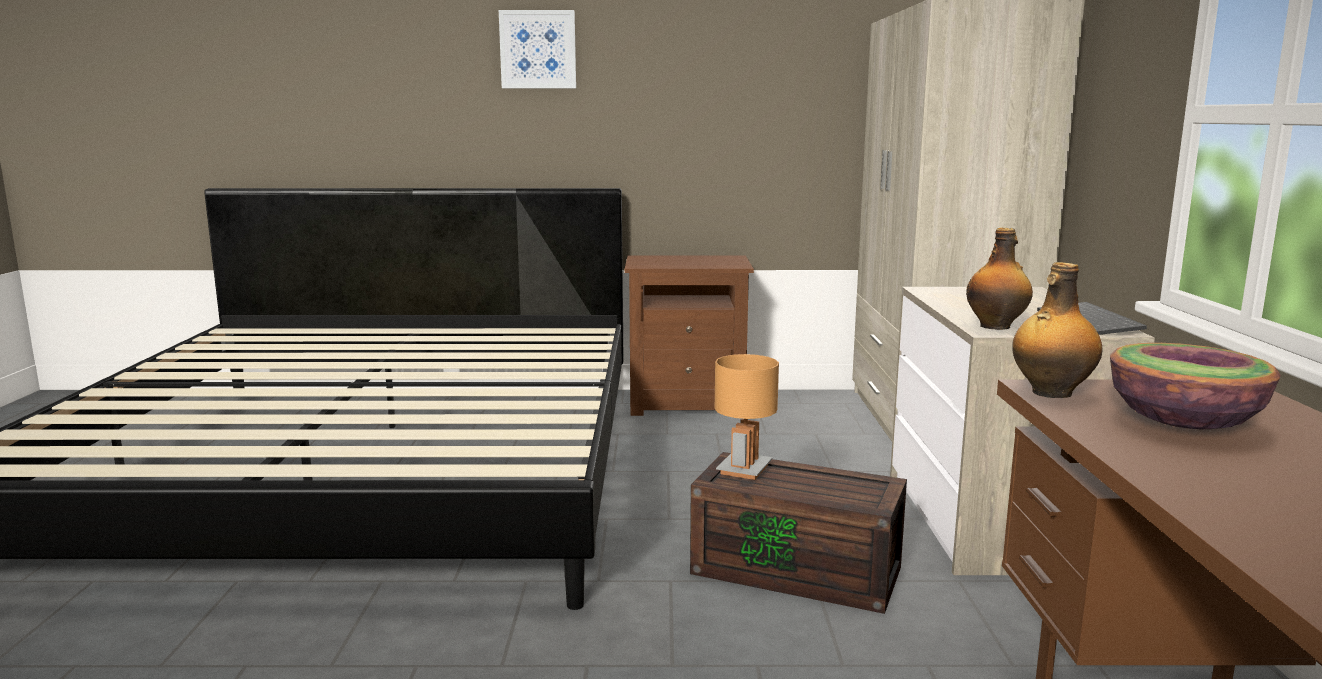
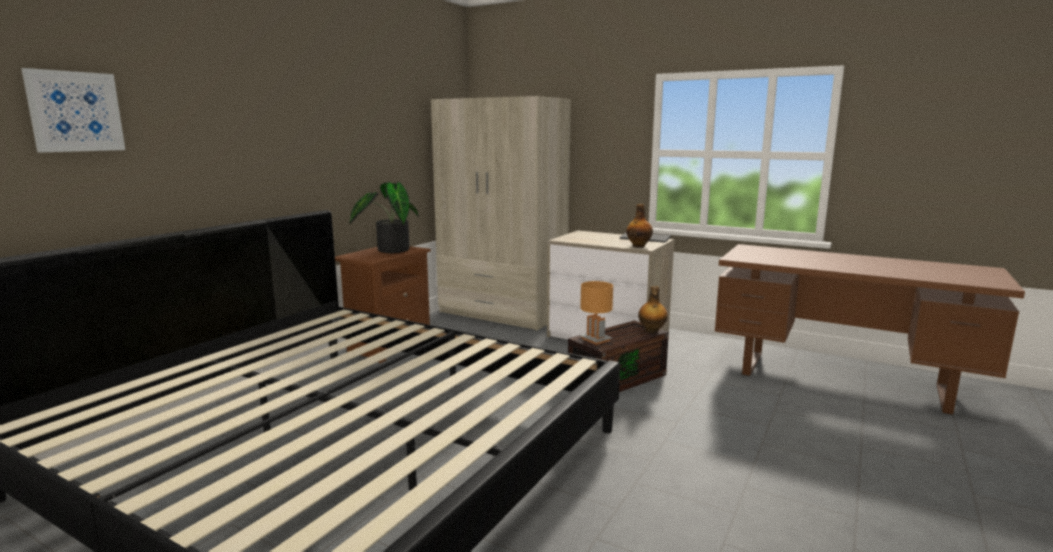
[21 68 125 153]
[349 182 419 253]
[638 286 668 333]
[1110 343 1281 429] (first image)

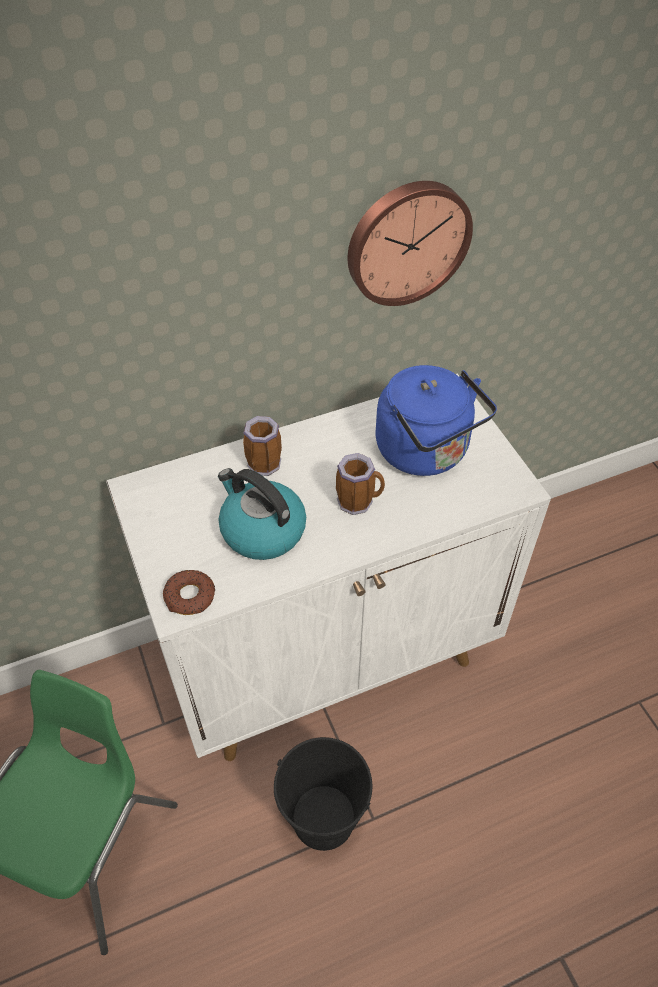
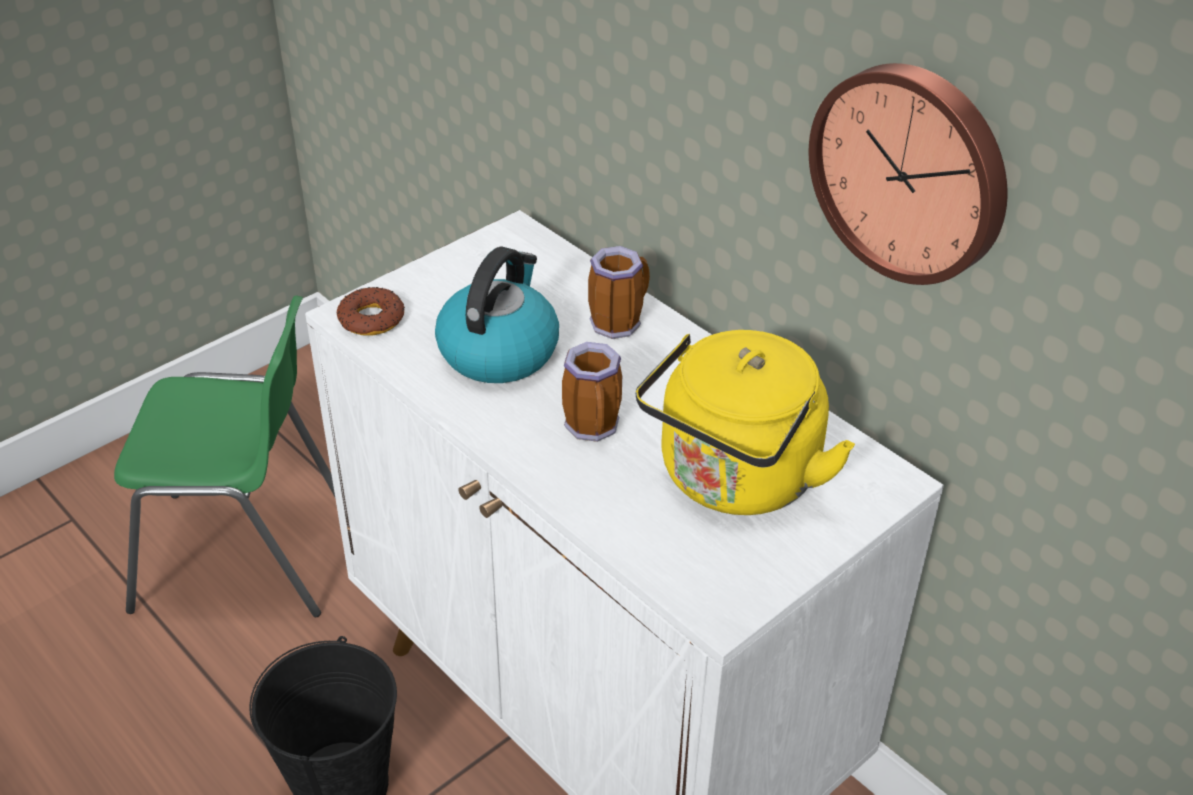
[636 330 855 515]

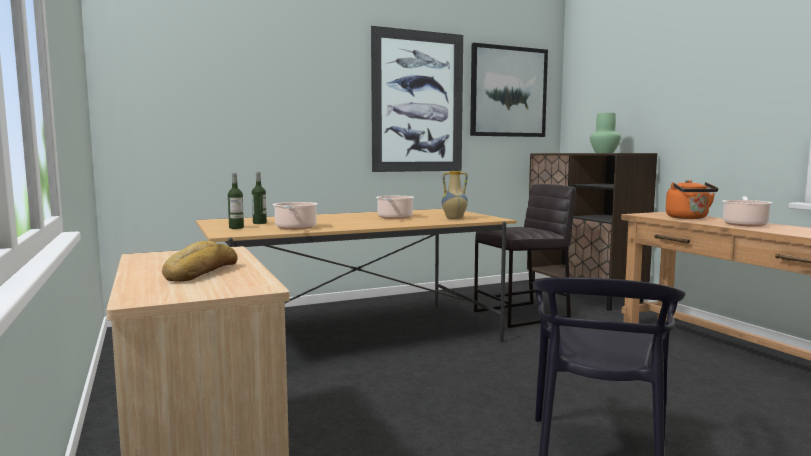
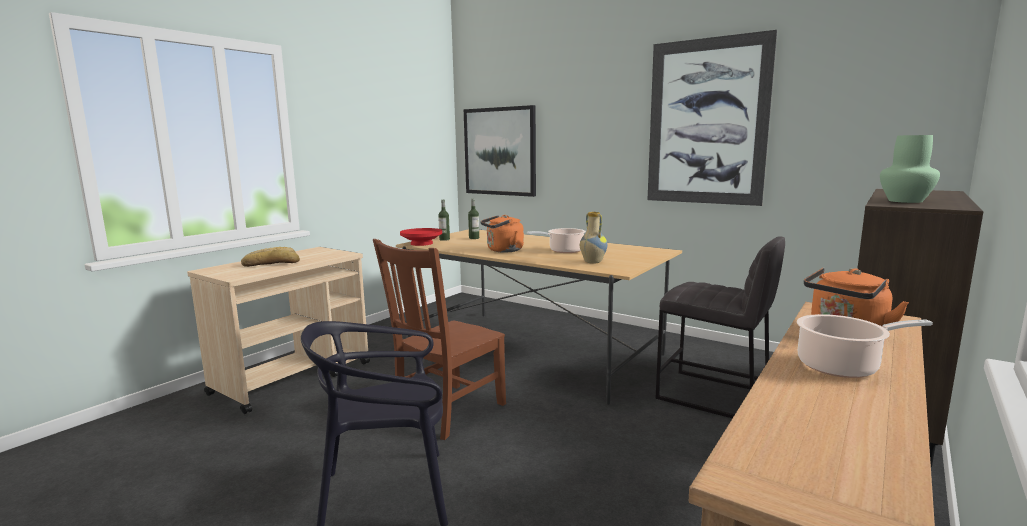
[373 239 506 440]
[400 228 442 246]
[464 105 536 197]
[480 215 524 253]
[272 202 318 230] (first image)

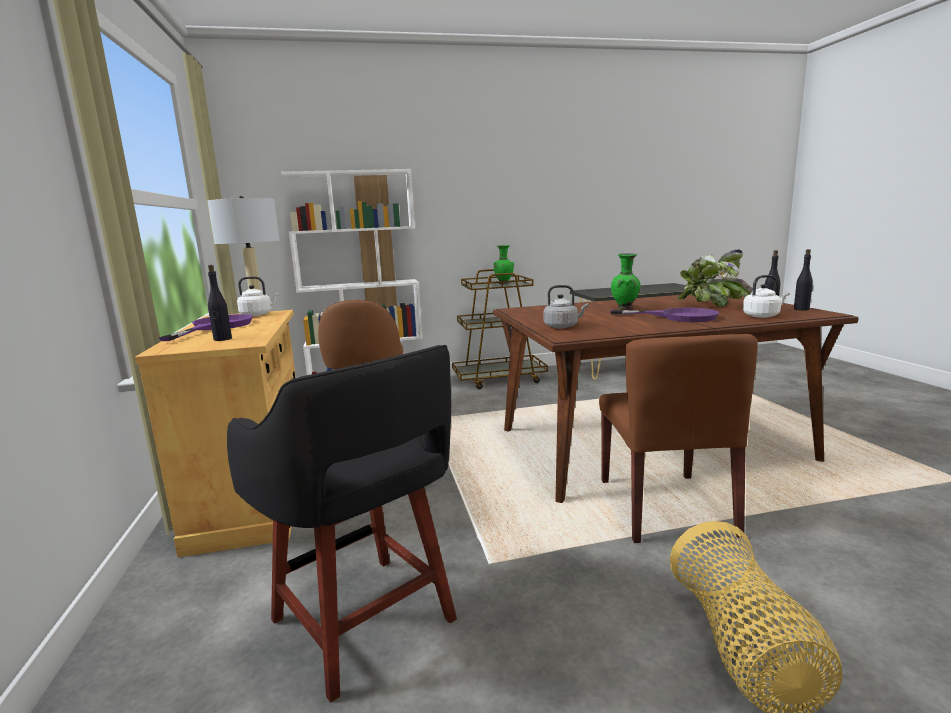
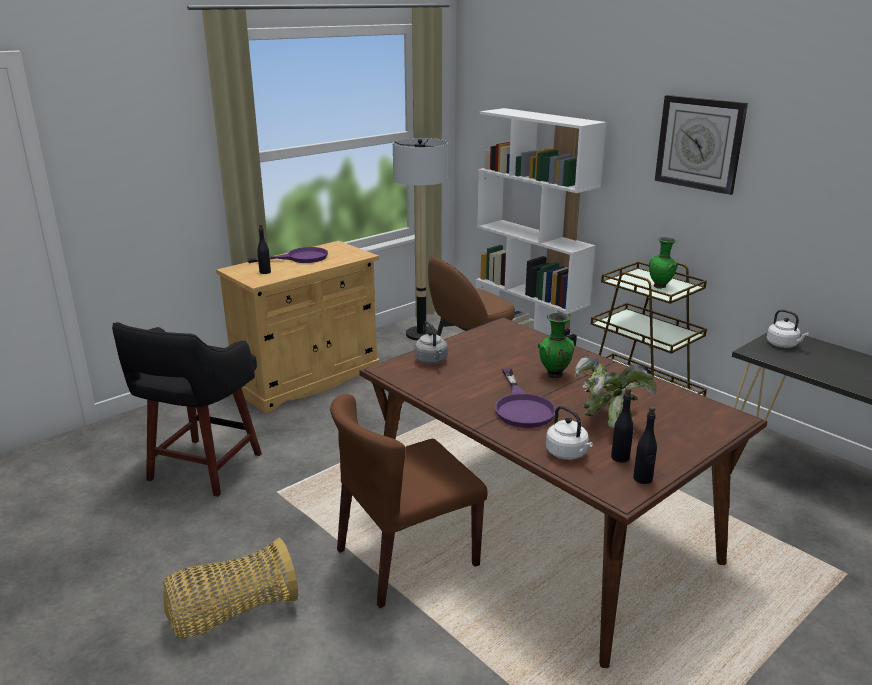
[655 95 748 195]
[767 309 809 348]

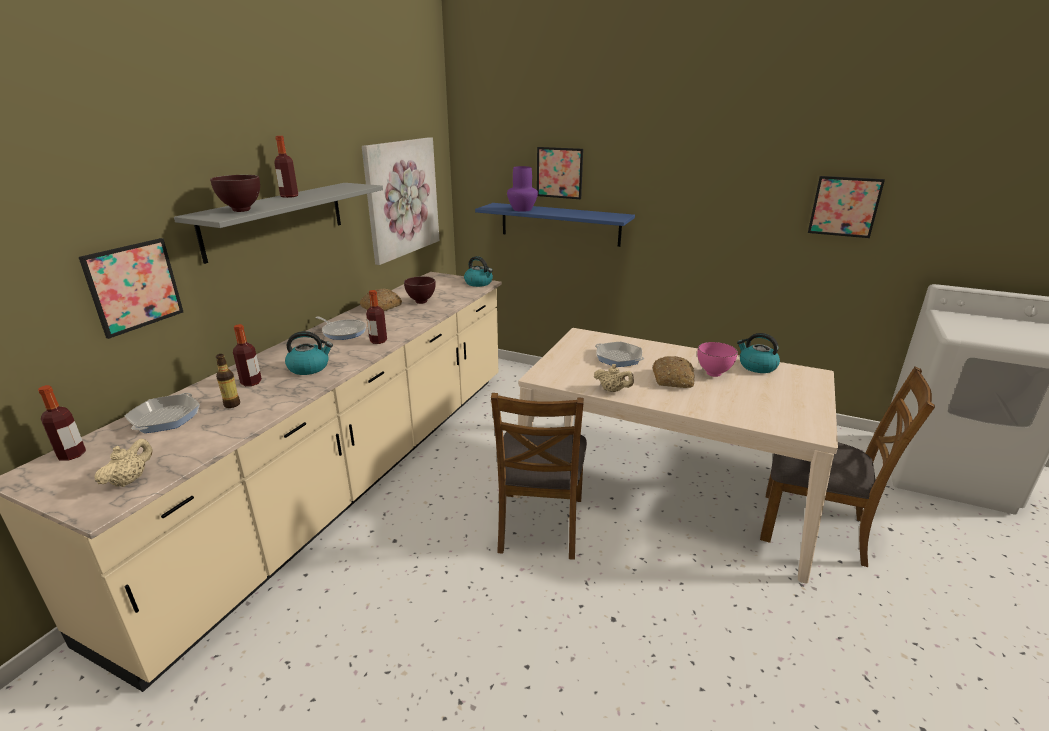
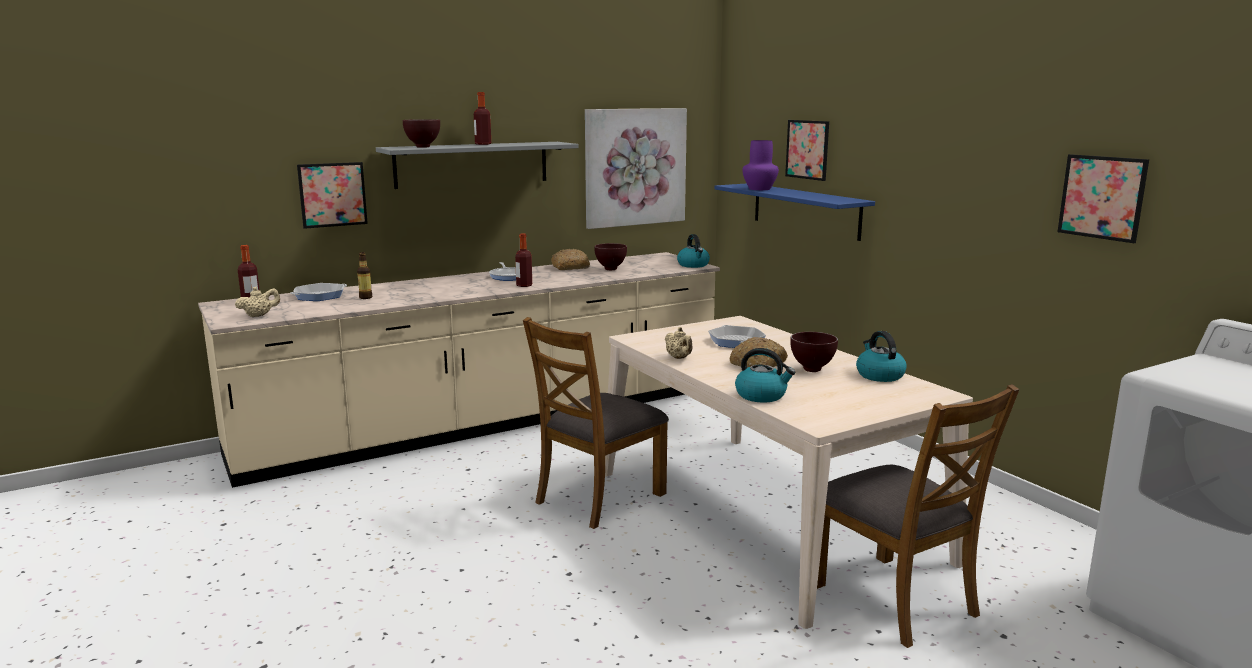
[735 348 796 402]
[790 332 838 372]
[233 324 262 386] (first image)

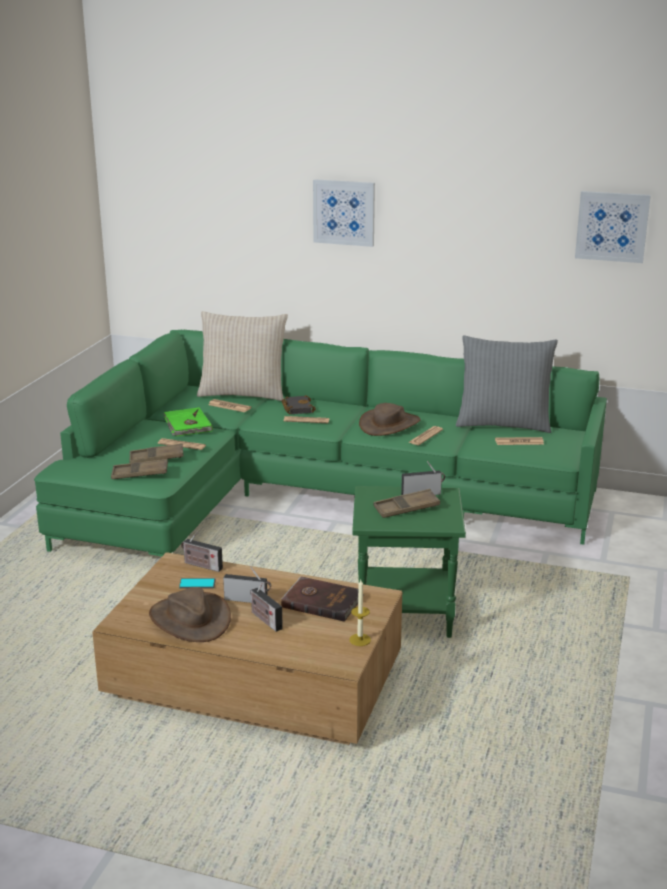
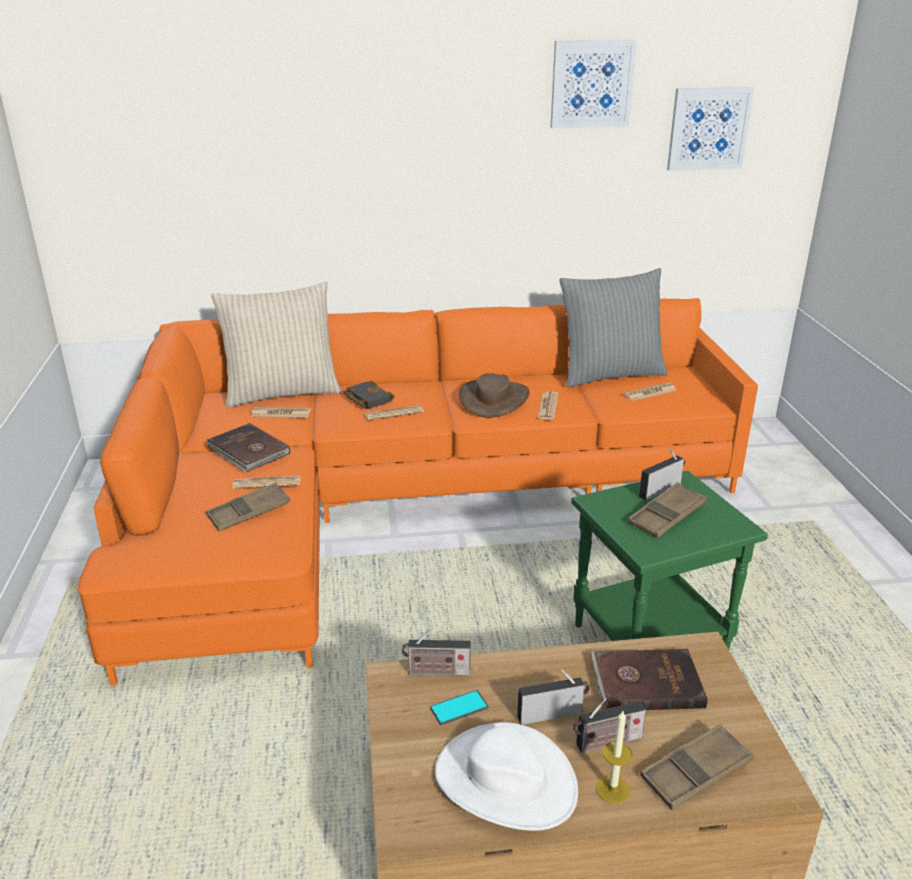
[78 298 758 686]
[206 423 290 472]
[435 722 578 831]
[551 40 637 128]
[573 697 646 753]
[596 711 633 804]
[640 724 754 810]

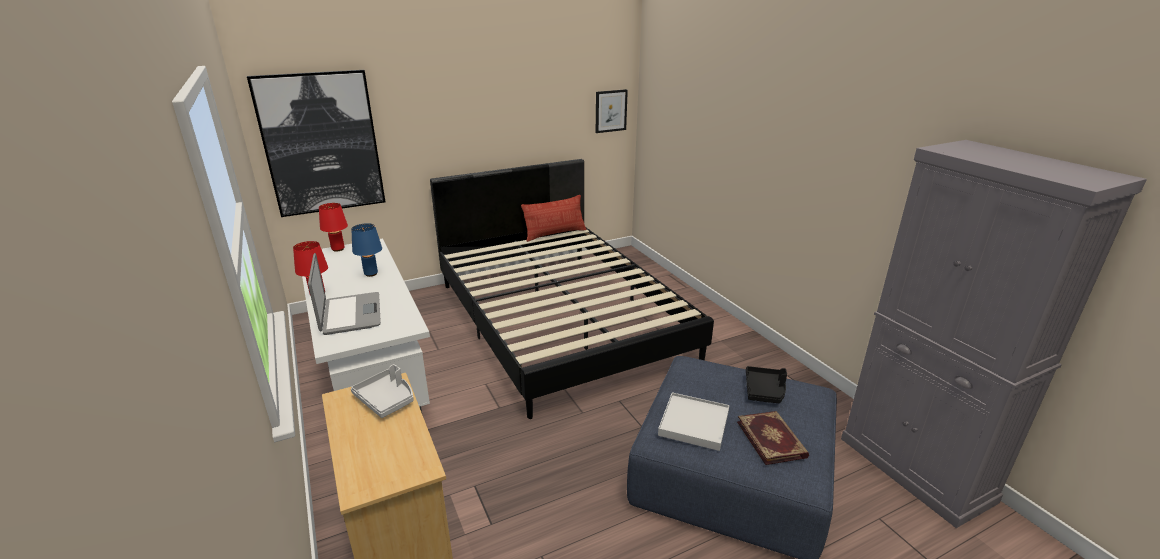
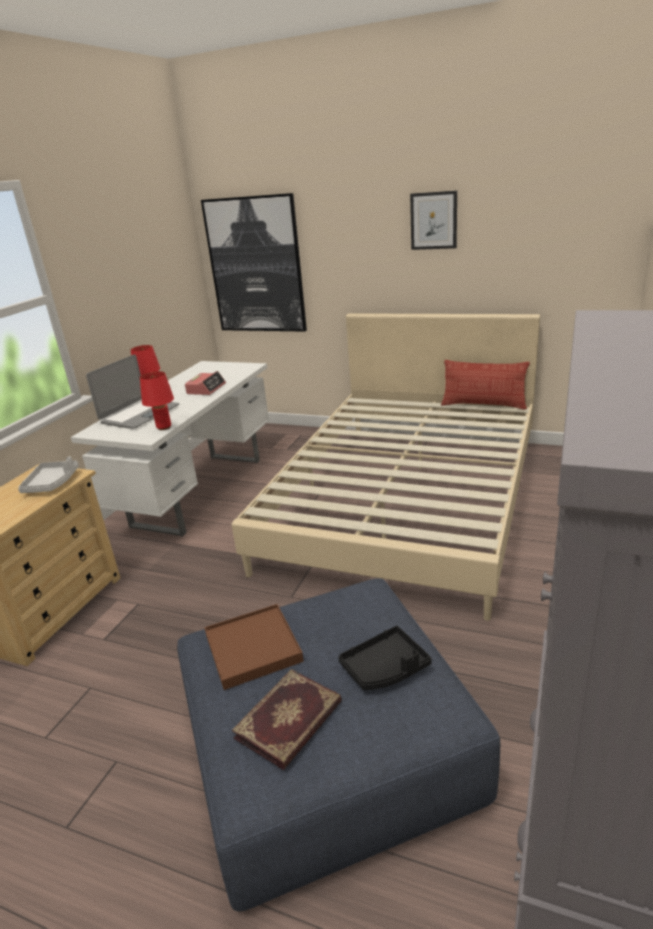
[140 371 174 430]
[185 371 226 395]
[204 604 304 690]
[232 313 540 621]
[410 191 457 250]

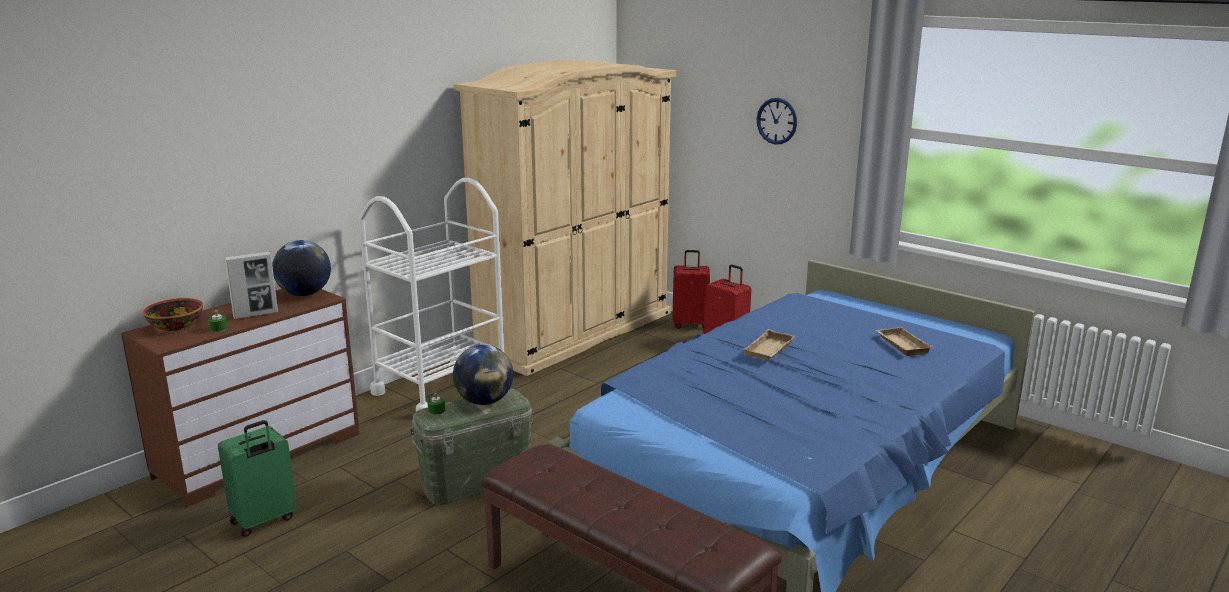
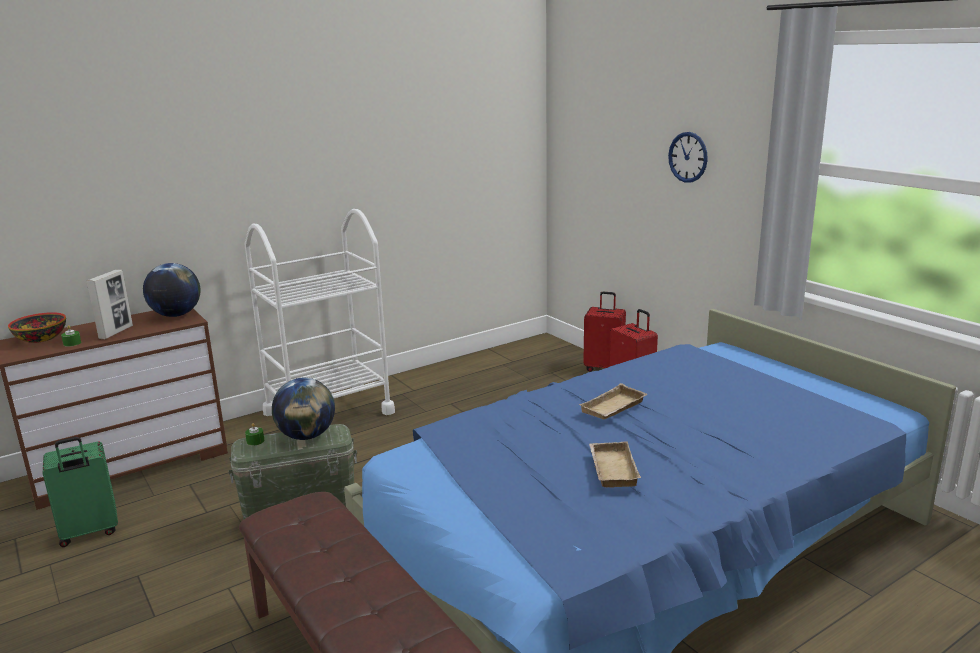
[86 270 133 339]
[589 441 641 488]
[454 59 676 376] (first image)

